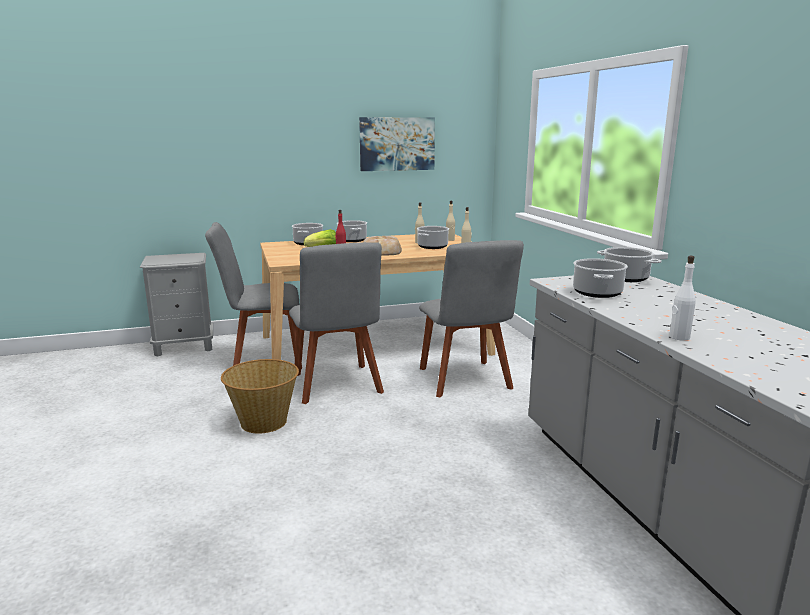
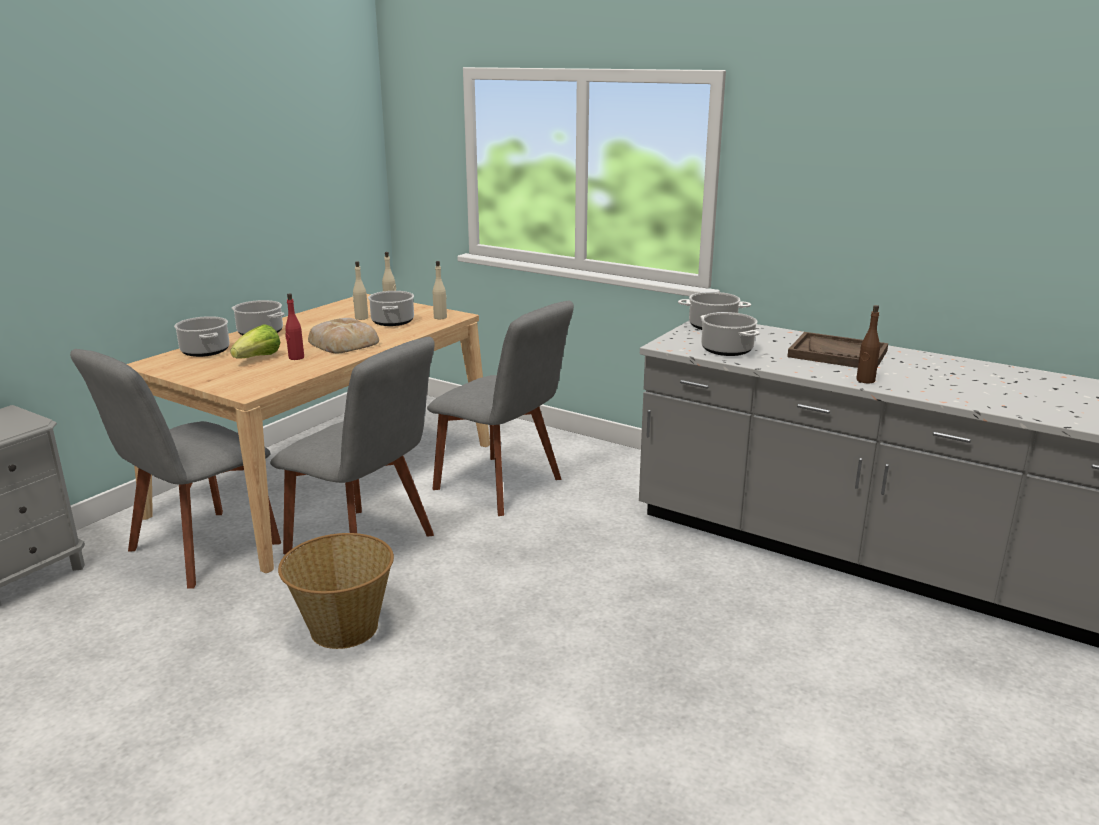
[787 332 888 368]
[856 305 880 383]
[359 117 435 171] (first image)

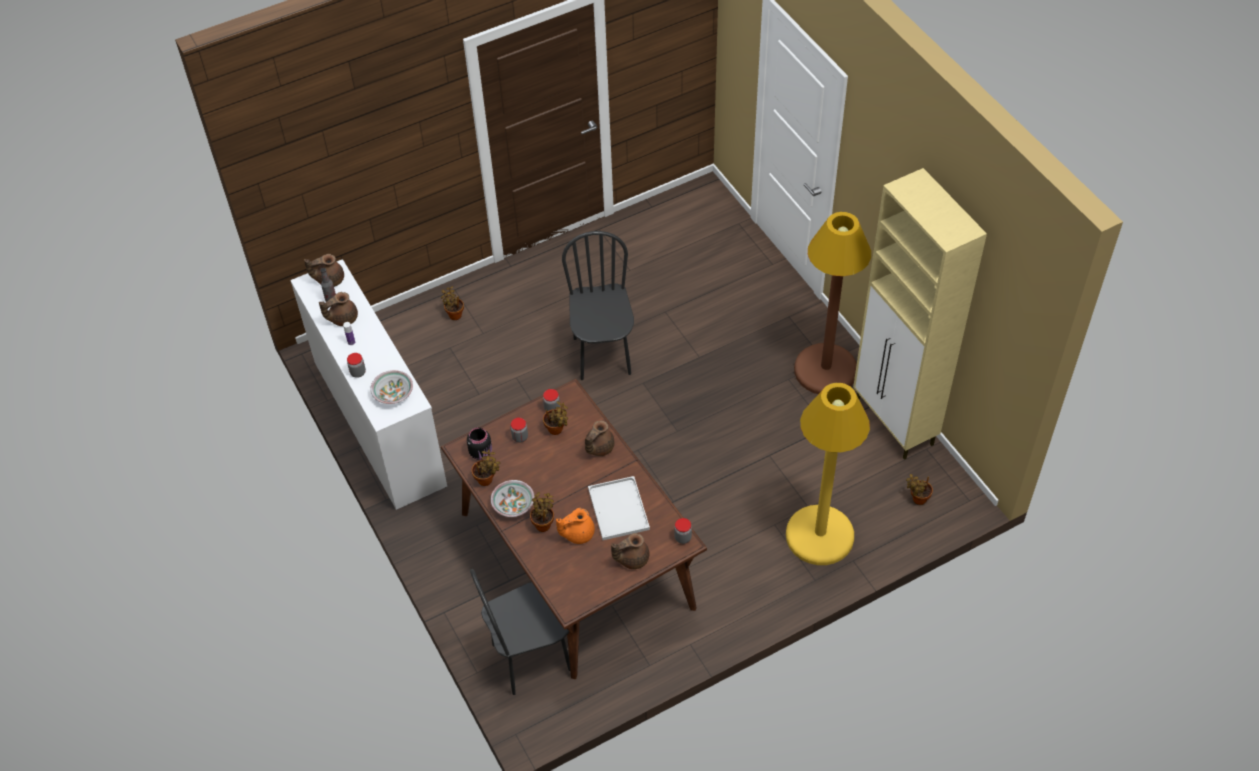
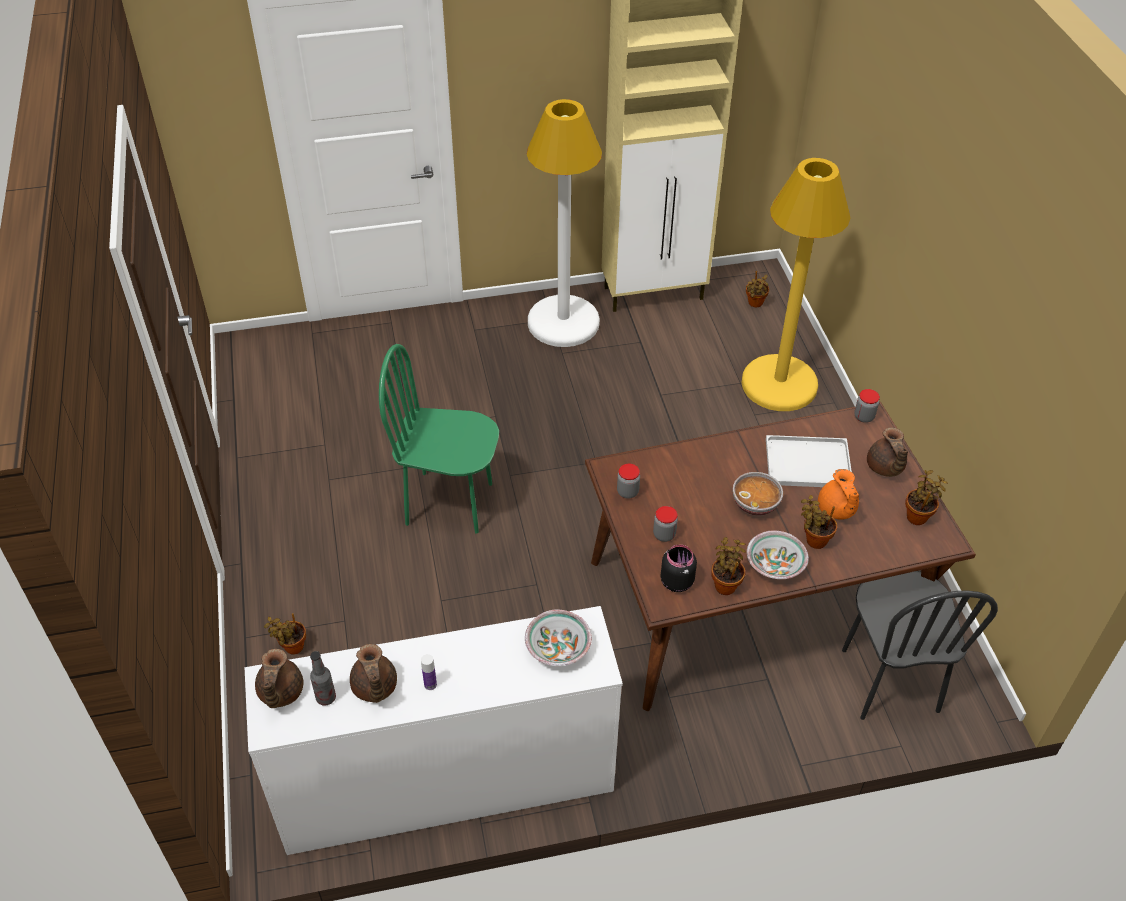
[379 344 499 534]
[527 99 602 347]
[733 472 783 516]
[905 470 948 525]
[347 353 366 378] (first image)
[585 420 614 456] (first image)

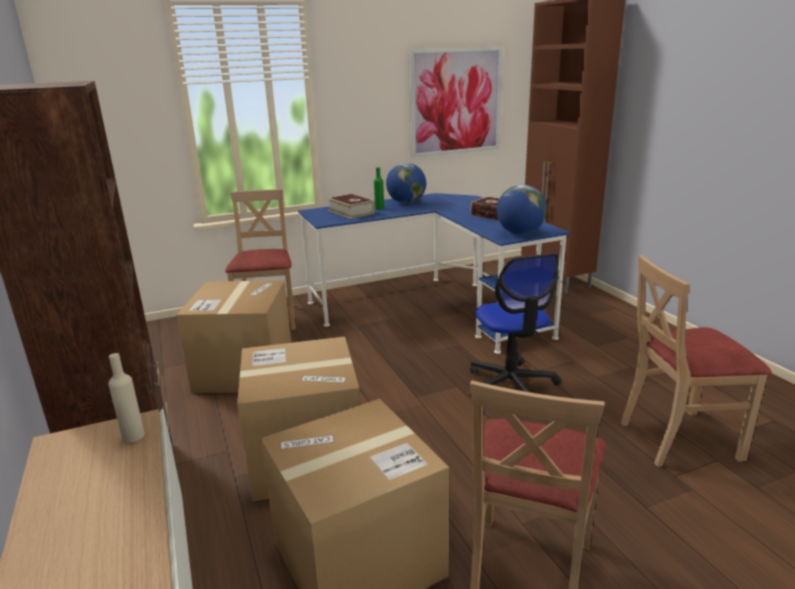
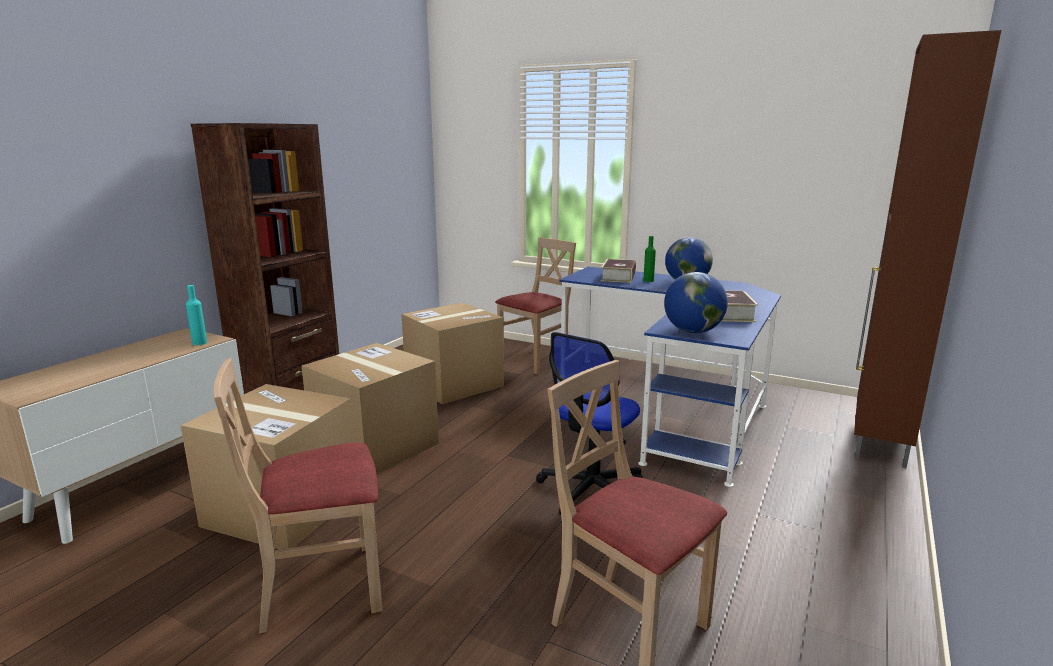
[186 285 207 345]
[409 47 503 158] (first image)

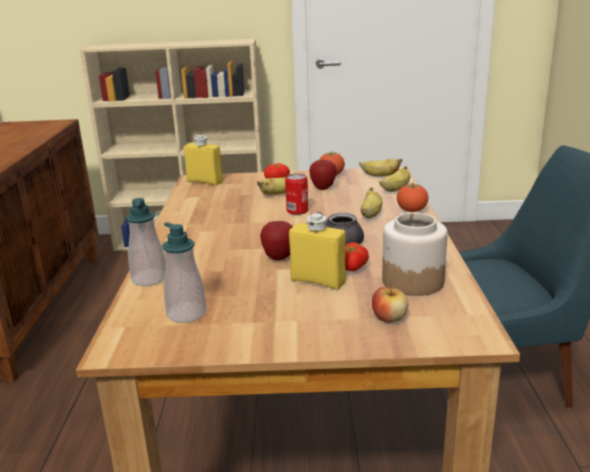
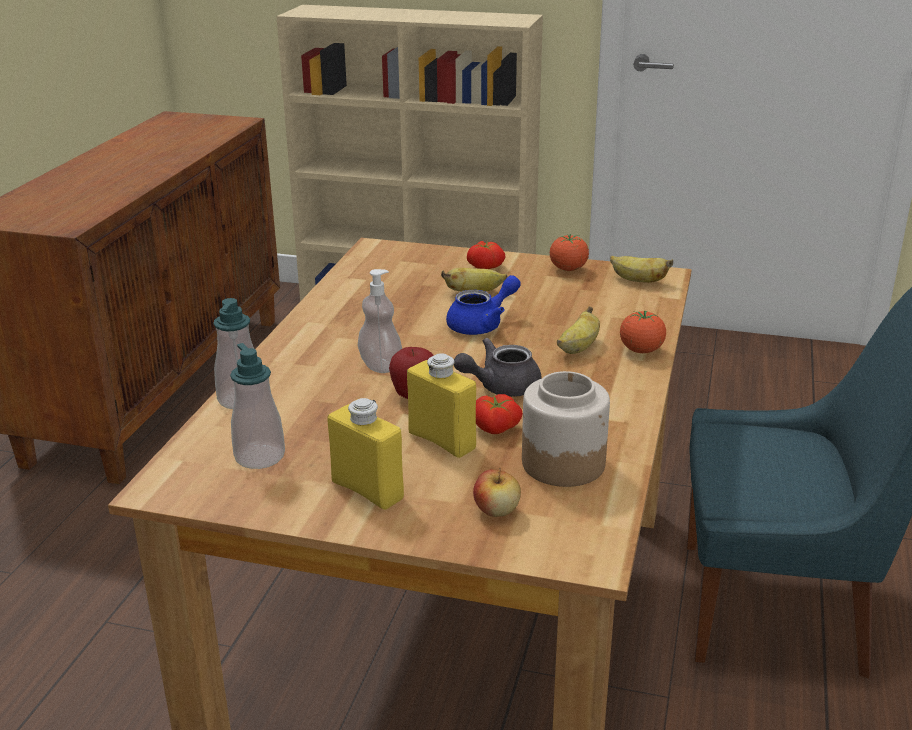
[328 398 404 510]
[358 269 402 373]
[446 275 521 335]
[309 159 337 190] (first image)
[379 166 410 192] (first image)

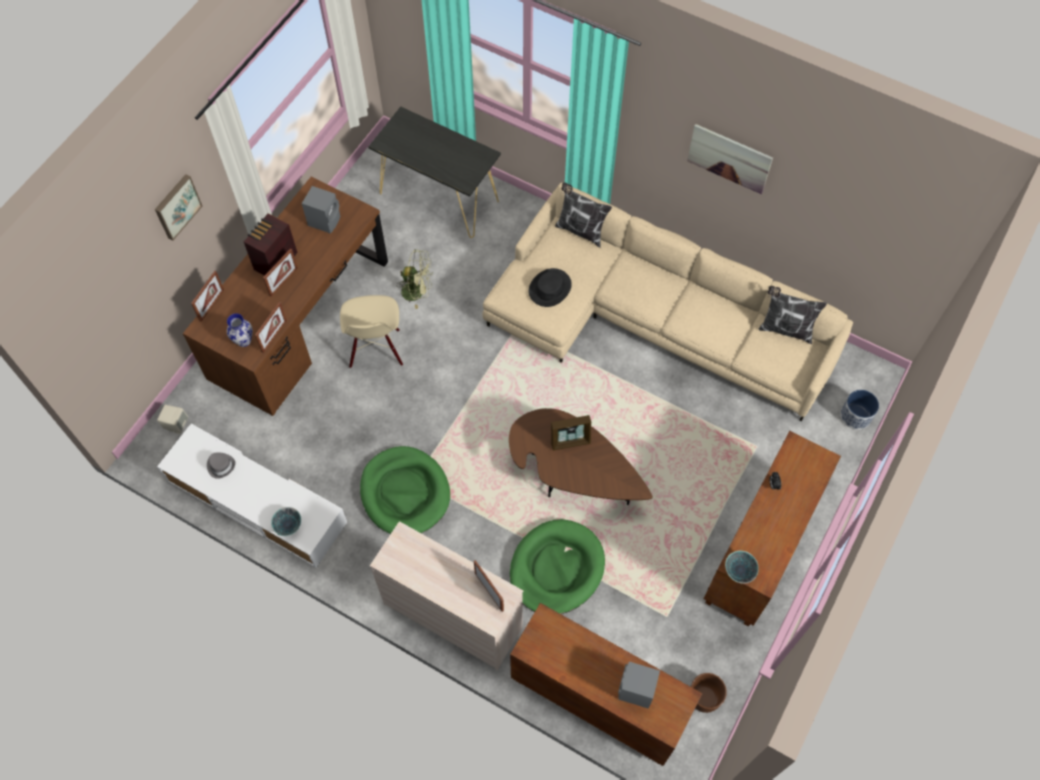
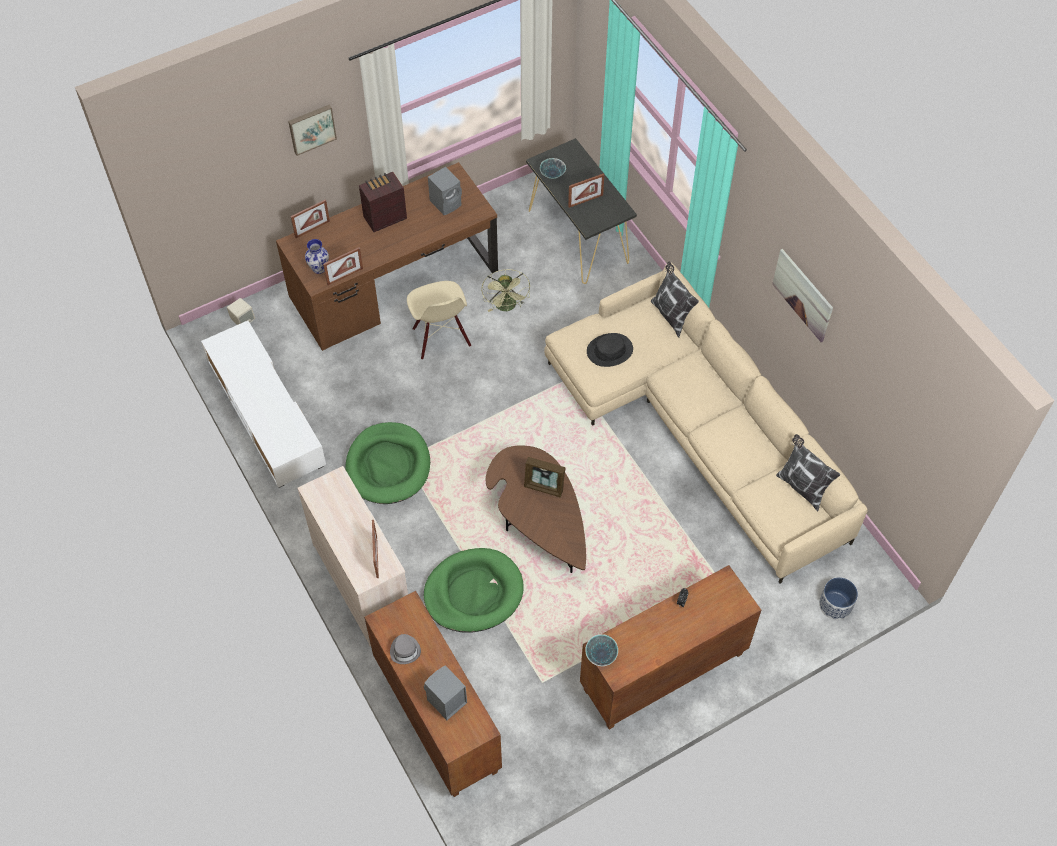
[390 634 421 664]
[407 281 471 360]
[481 269 530 312]
[540 158 566 179]
[568 173 604 208]
[691 673 727 713] (first image)

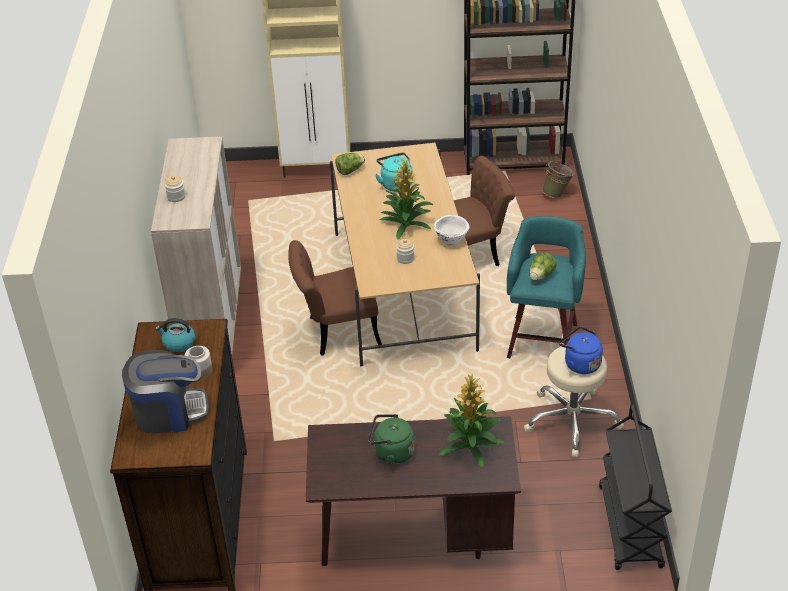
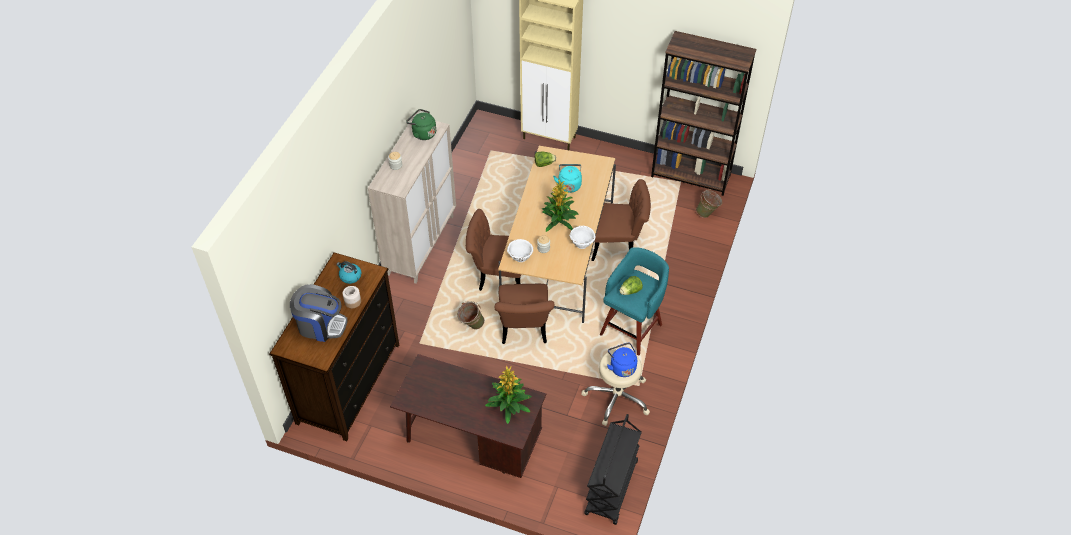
[406 109 436 140]
[457 301 485 329]
[495 284 554 344]
[507 239 533 262]

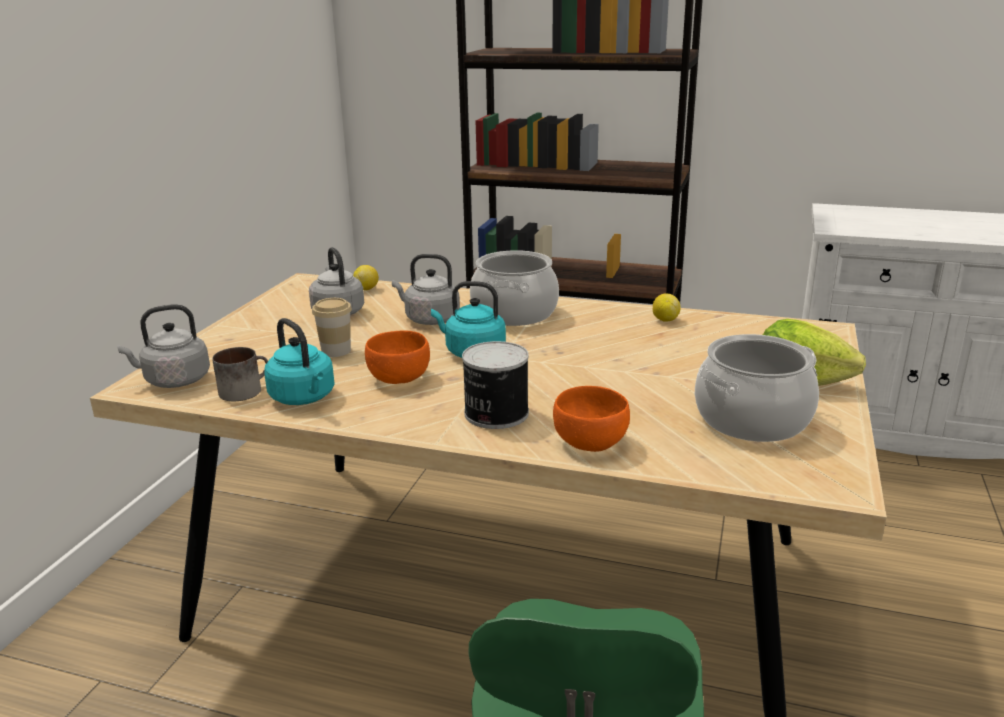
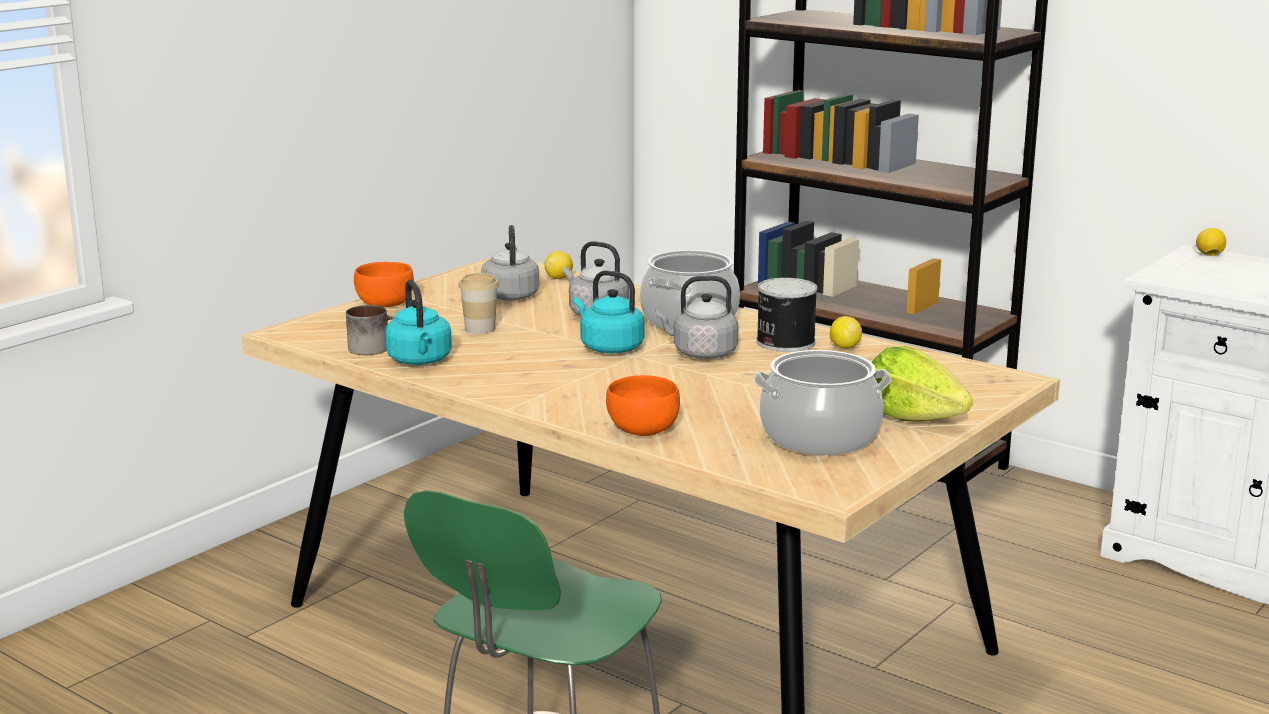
[354 262 414 307]
[655 276 739 359]
[757 278 817 352]
[1196 228 1226 256]

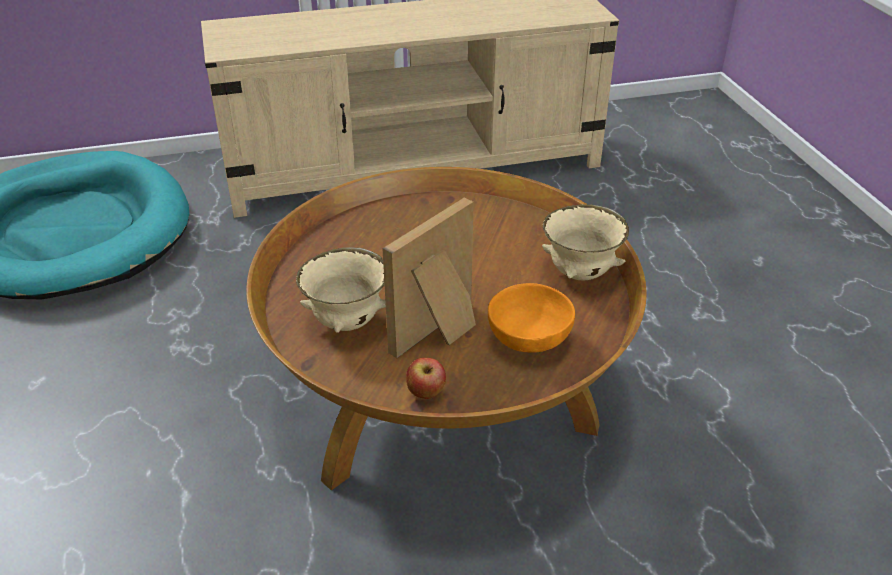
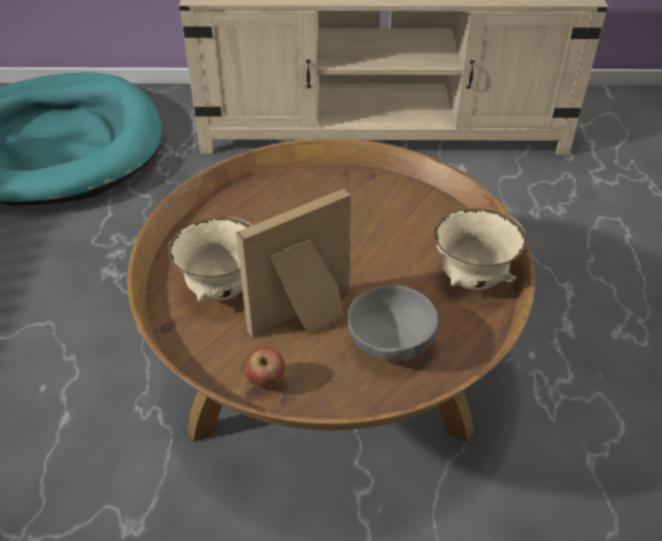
[347 285 439 362]

